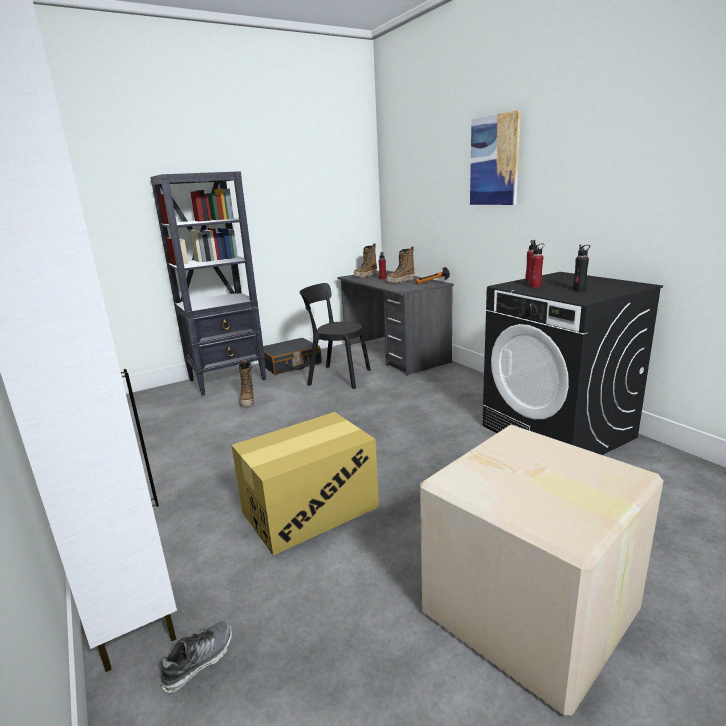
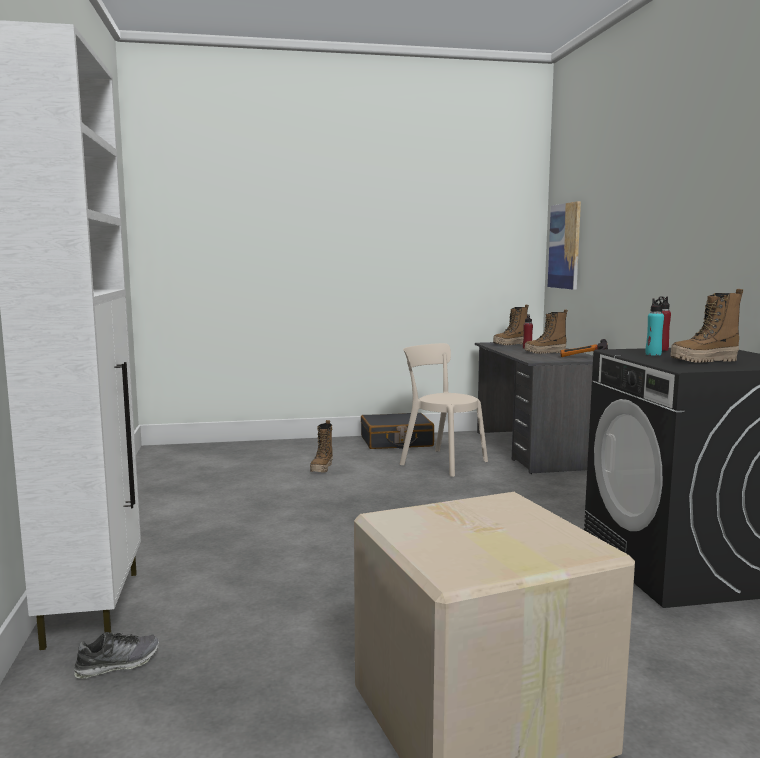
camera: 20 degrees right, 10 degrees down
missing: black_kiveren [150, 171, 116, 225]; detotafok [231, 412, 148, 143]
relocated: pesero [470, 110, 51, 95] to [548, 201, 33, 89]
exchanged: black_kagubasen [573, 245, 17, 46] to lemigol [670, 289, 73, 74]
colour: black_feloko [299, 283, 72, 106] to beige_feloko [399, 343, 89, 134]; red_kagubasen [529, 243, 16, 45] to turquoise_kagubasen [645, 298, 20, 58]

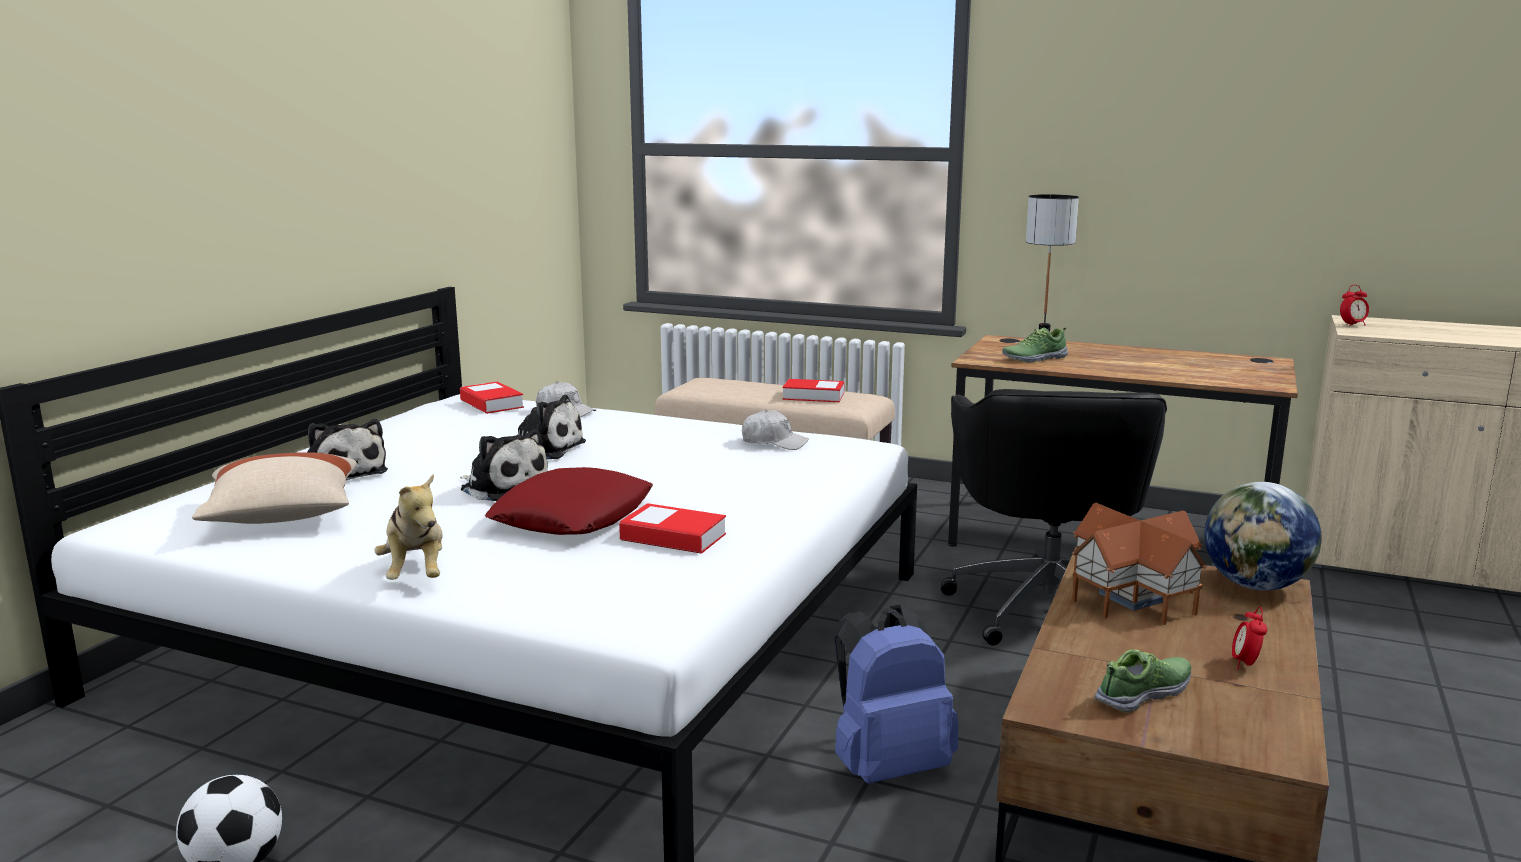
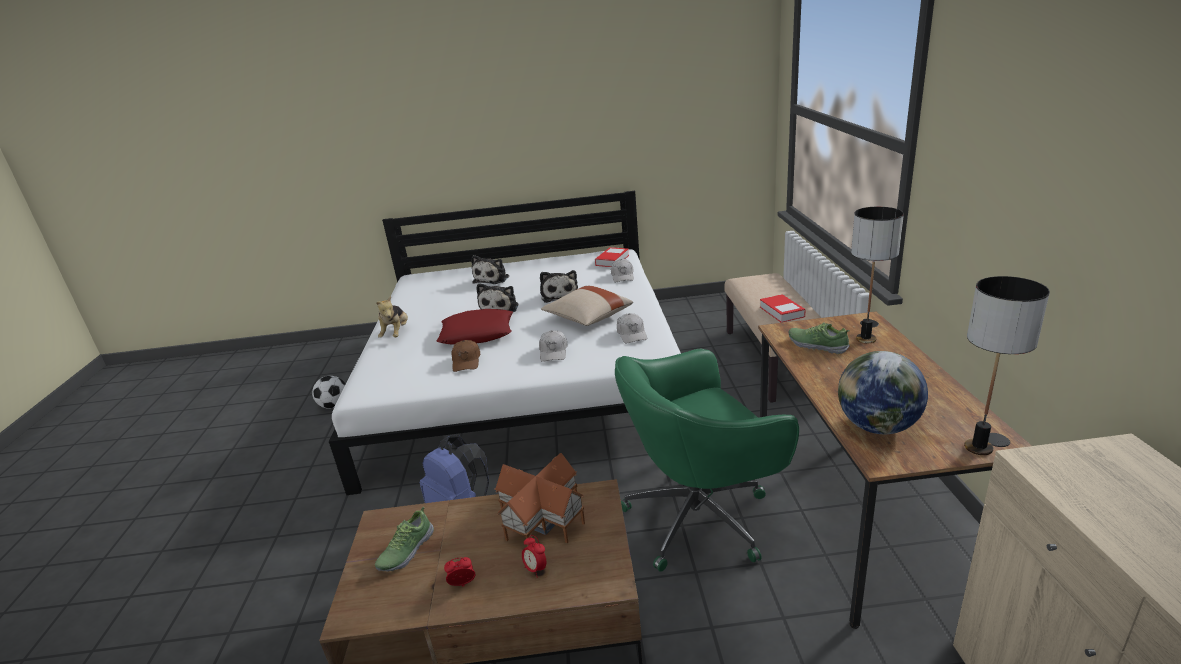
camera: 65 degrees right, 10 degrees up
appeared: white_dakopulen [539, 330, 28, 32]; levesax [964, 276, 86, 179]
relocated: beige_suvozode [192, 452, 165, 72] to [541, 286, 92, 40]; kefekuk [1204, 482, 117, 109] to [838, 351, 90, 83]; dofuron [1340, 285, 29, 41] to [522, 535, 24, 43]
exchanged: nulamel [619, 503, 107, 51] to brown_dakopulen [451, 340, 29, 32]
colour: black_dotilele [941, 389, 226, 256] to green_dotilele [615, 349, 184, 223]
spun: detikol [374, 473, 69, 107] = [376, 296, 32, 42] 45 degrees counterclockwise; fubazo [1095, 649, 96, 64] = [375, 507, 59, 65] 90 degrees clockwise

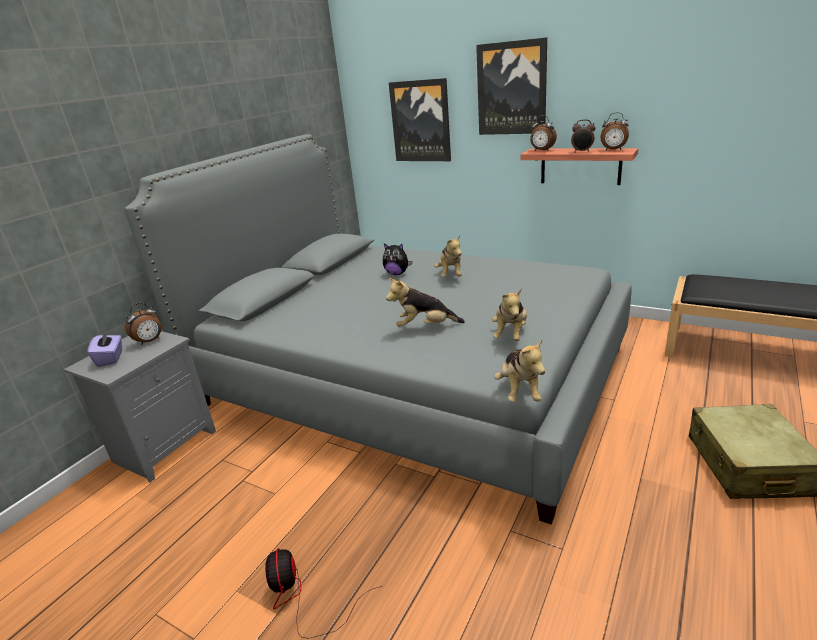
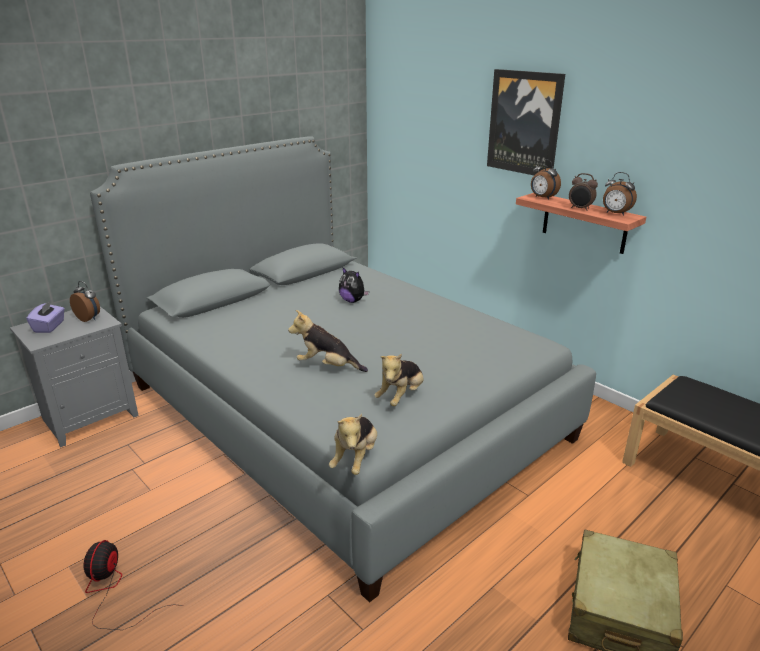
camera: 15 degrees right, 0 degrees up
missing: pesero [389, 78, 62, 83]; detikol [434, 235, 28, 42]
spun: dofuron [125, 303, 36, 42] = [70, 281, 30, 41] 120 degrees counterclockwise

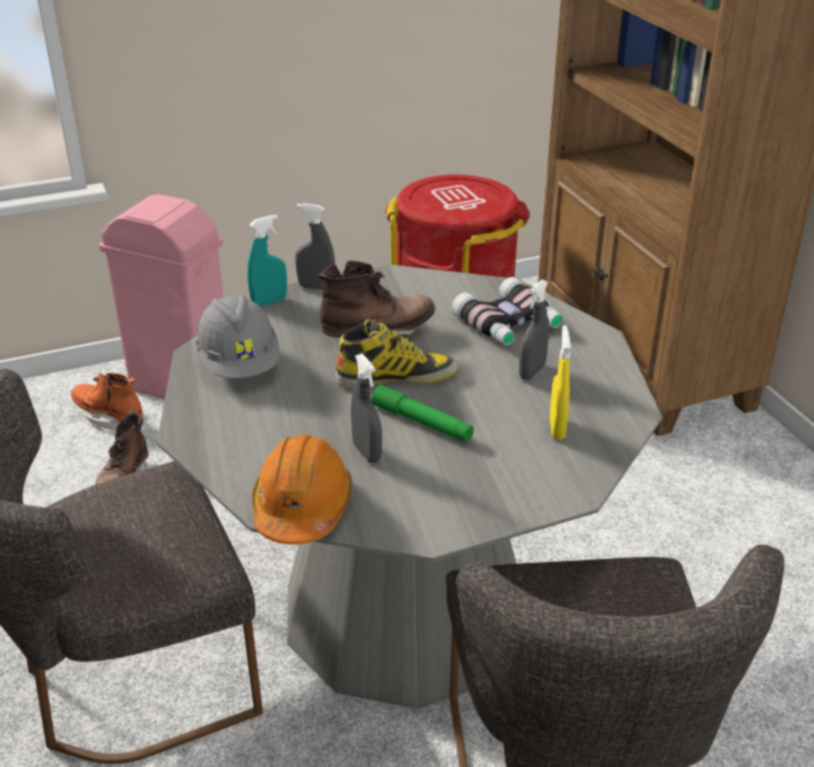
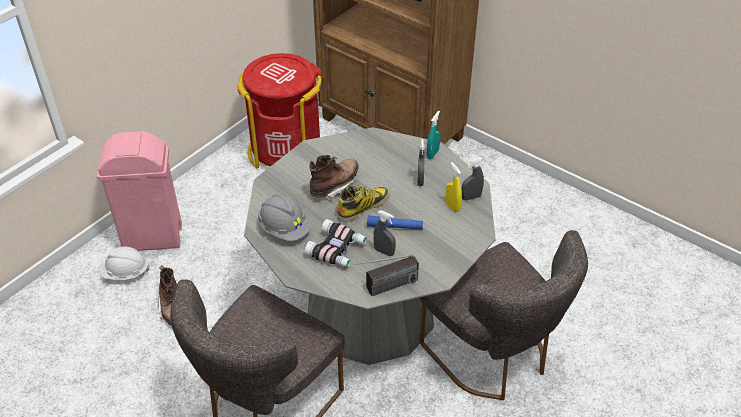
camera: 30 degrees left, 10 degrees up
relocated: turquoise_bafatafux [247, 215, 40, 92] to [427, 111, 13, 48]; grey_bafatafux [295, 203, 40, 87] to [461, 157, 23, 44]; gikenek [451, 277, 112, 69] to [304, 219, 63, 49]
exchanged: orange_lemigol [71, 373, 72, 57] to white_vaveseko [100, 246, 50, 34]; orange_vaveseko [252, 434, 100, 111] to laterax [340, 255, 79, 41]
colour: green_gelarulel [371, 385, 103, 57] to blue_gelarulel [367, 216, 56, 13]

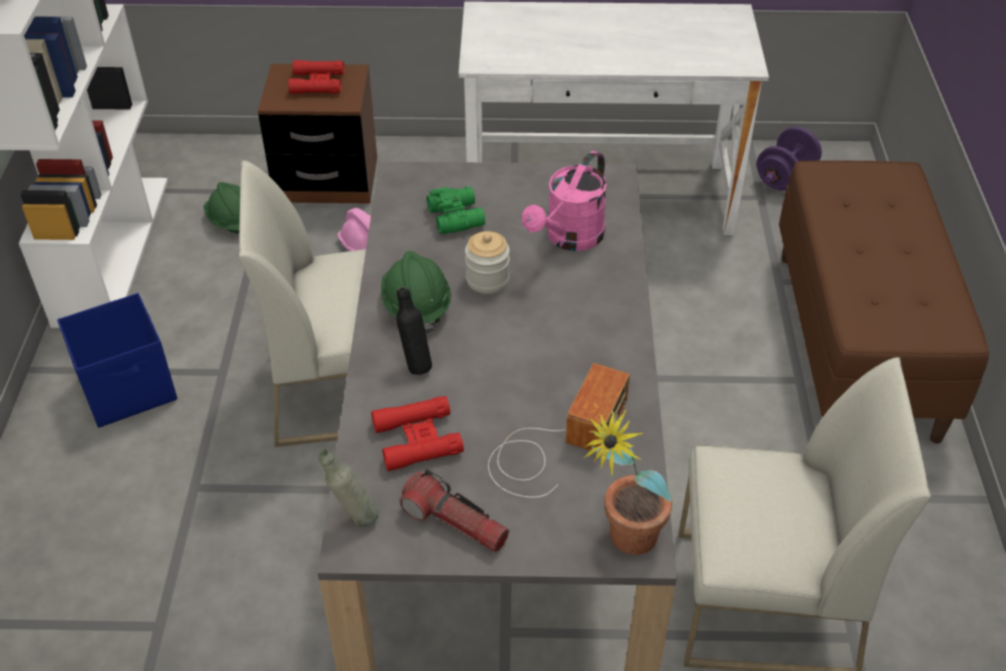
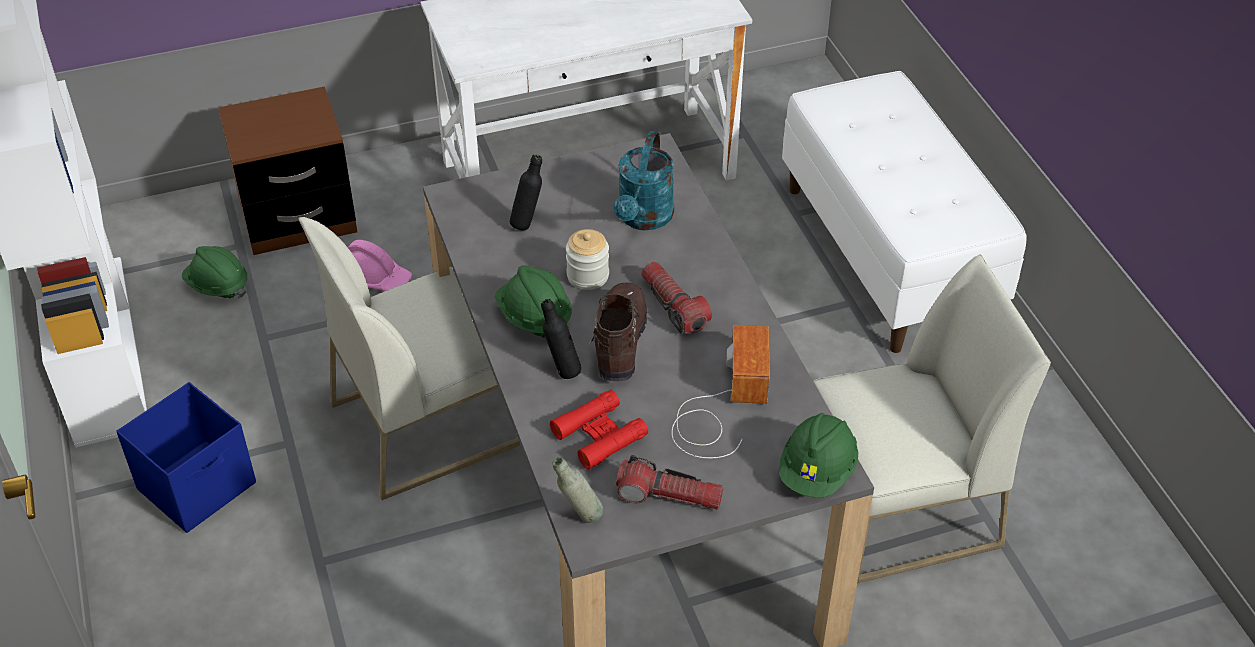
camera: 20 degrees left, 0 degrees up
missing: red_gikenek [288, 60, 56, 34]; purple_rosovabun [756, 127, 66, 64]
appeared: brown_lemigol [589, 282, 58, 99]; gelarulel [641, 262, 71, 72]
exchanged: green_gikenek [427, 187, 58, 47] to black_kagubasen [510, 154, 32, 76]; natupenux [584, 409, 88, 146] to green_vaveseko [779, 413, 79, 85]
colour: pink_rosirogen [522, 151, 85, 100] to turquoise_rosirogen [614, 131, 60, 99]; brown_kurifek [779, 160, 210, 284] to white_kurifek [782, 71, 245, 282]

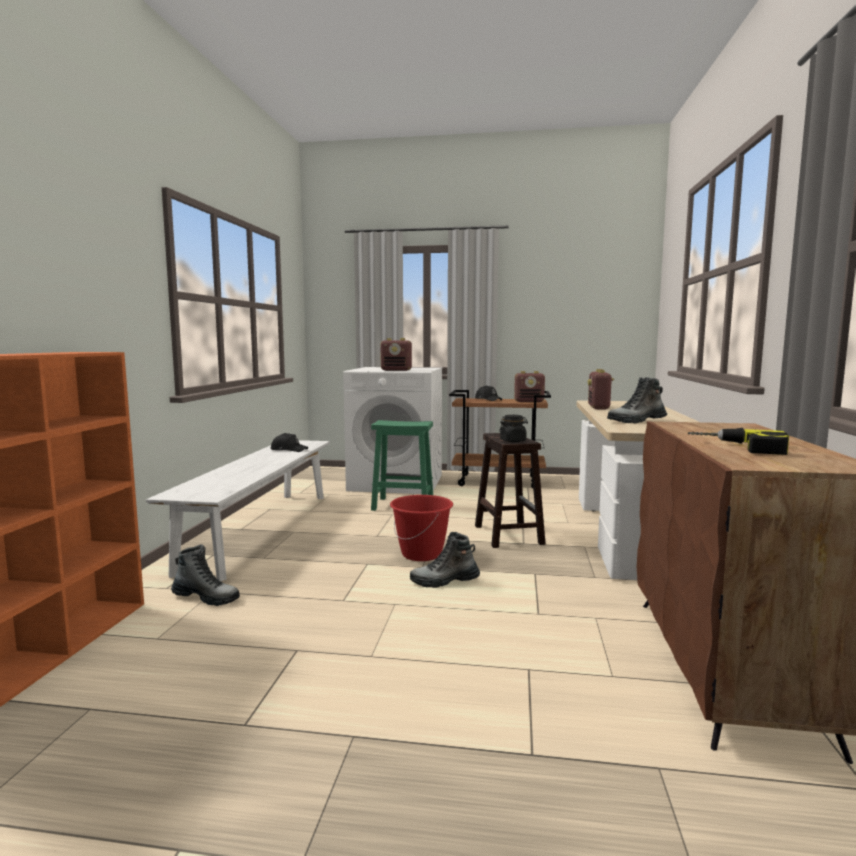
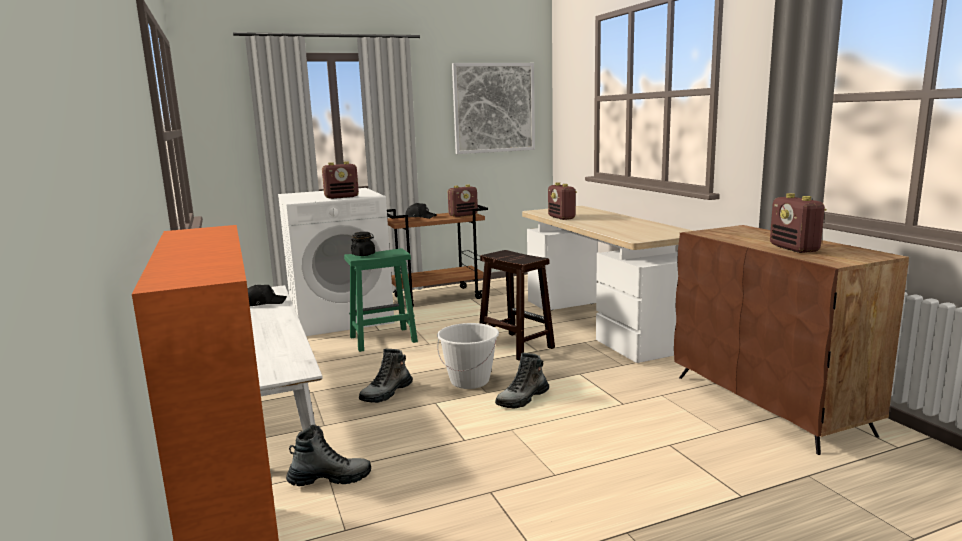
camera: 30 degrees left, 5 degrees up
appeared: pesero [452, 63, 83, 91]
relocated: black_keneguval [499, 415, 29, 27] to [351, 232, 24, 24]; lemigol [607, 377, 60, 47] to [359, 349, 54, 54]
exchanged: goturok [688, 428, 101, 27] to laterax [770, 193, 57, 60]
colour: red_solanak [390, 495, 63, 66] to white_solanak [437, 323, 62, 66]

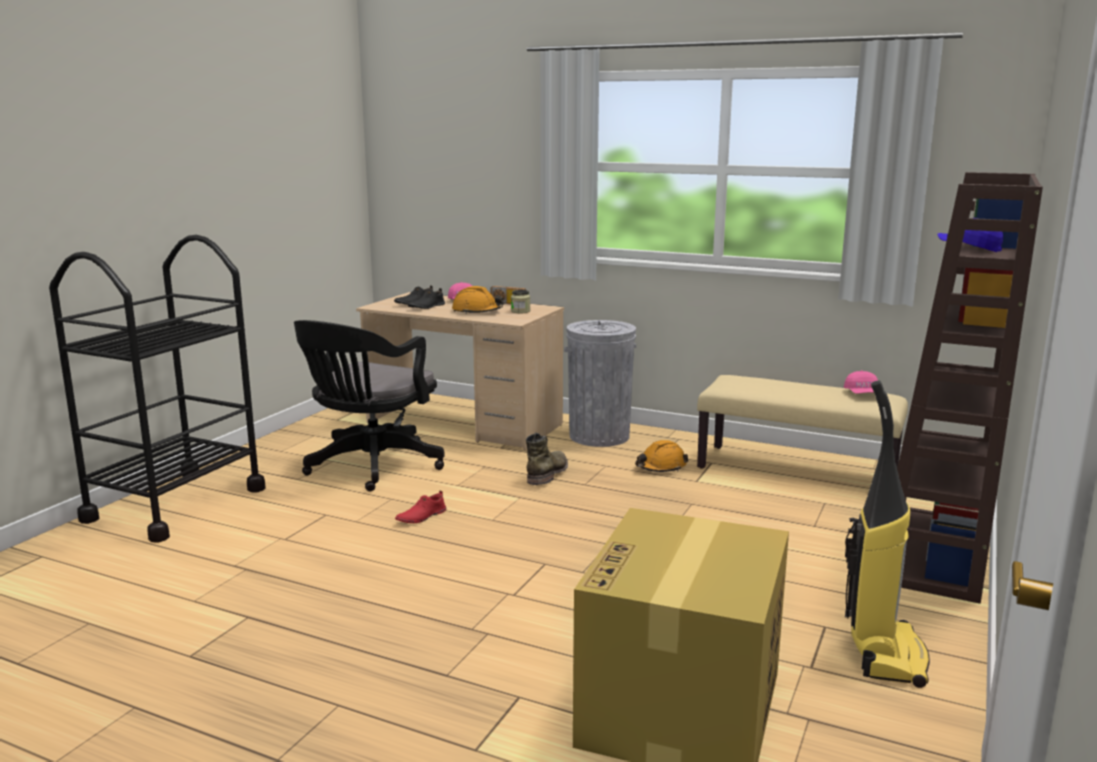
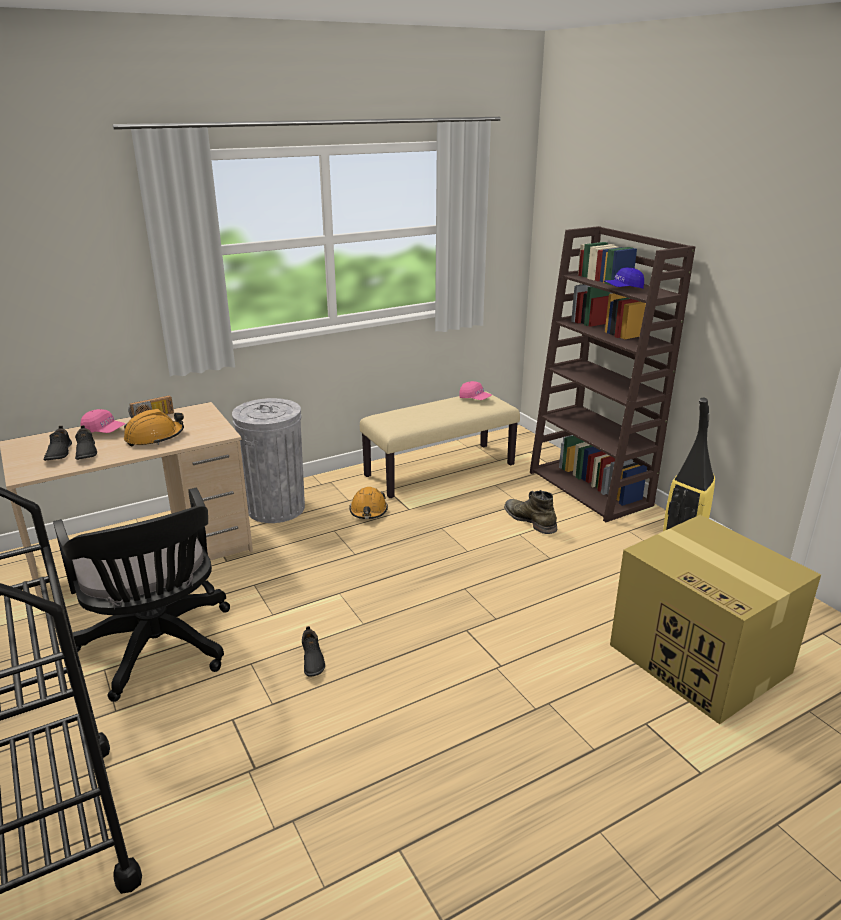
camera: 55 degrees left, 10 degrees up
missing: keneguval [511, 290, 19, 23]
relocated: green_lemigol [526, 433, 42, 52] to [504, 490, 53, 44]
colour: red_fubazo [395, 490, 51, 33] to black_fubazo [302, 626, 23, 51]

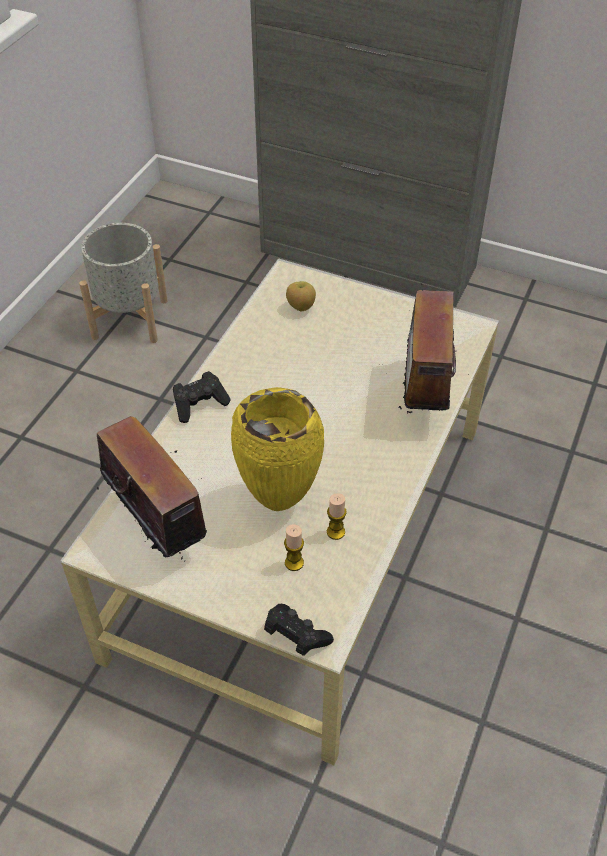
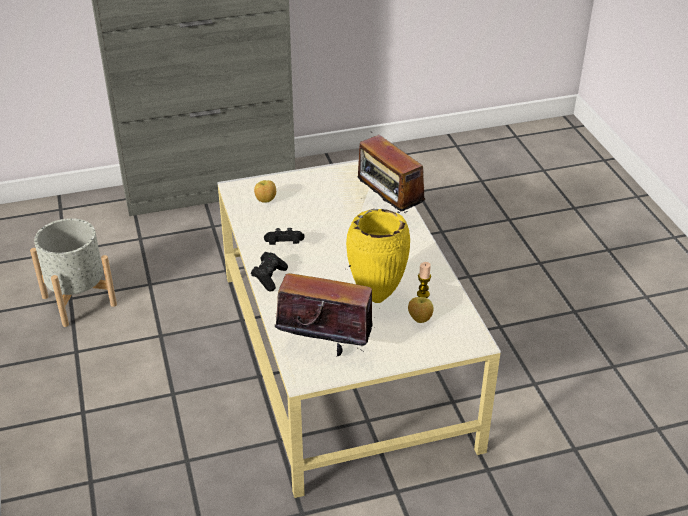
camera: 40 degrees left, 10 degrees down
relocated: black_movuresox [264, 604, 70, 52] to [264, 228, 41, 17]
exchanged: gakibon [284, 524, 20, 47] to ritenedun [408, 297, 26, 26]

